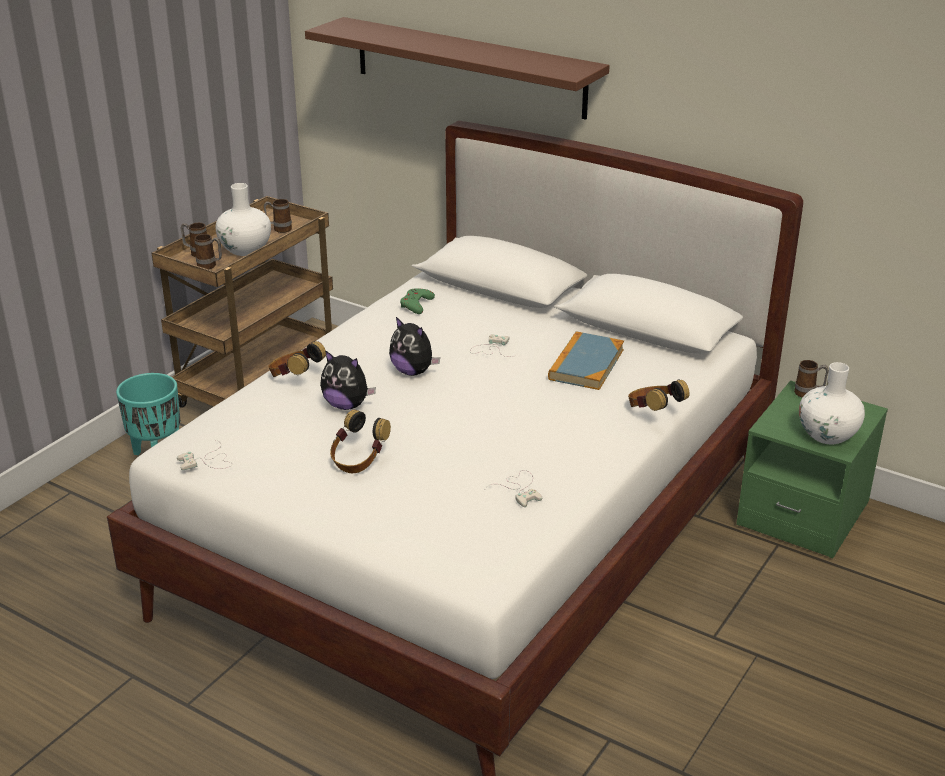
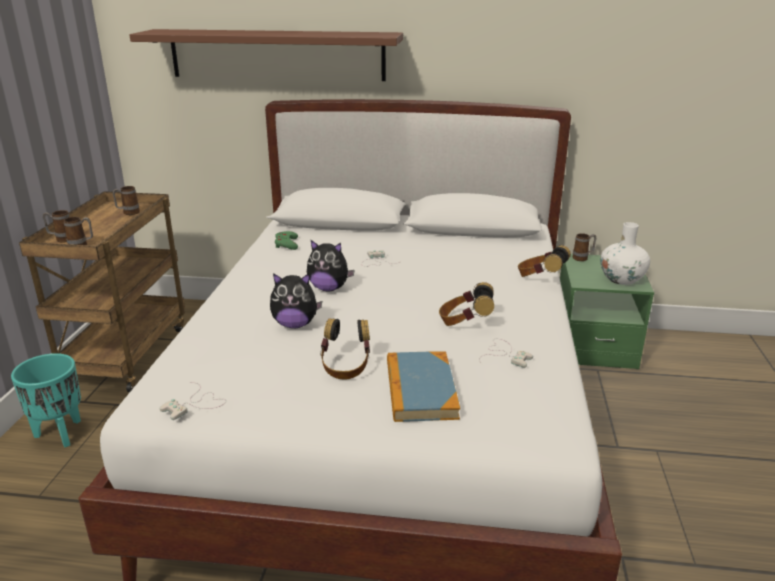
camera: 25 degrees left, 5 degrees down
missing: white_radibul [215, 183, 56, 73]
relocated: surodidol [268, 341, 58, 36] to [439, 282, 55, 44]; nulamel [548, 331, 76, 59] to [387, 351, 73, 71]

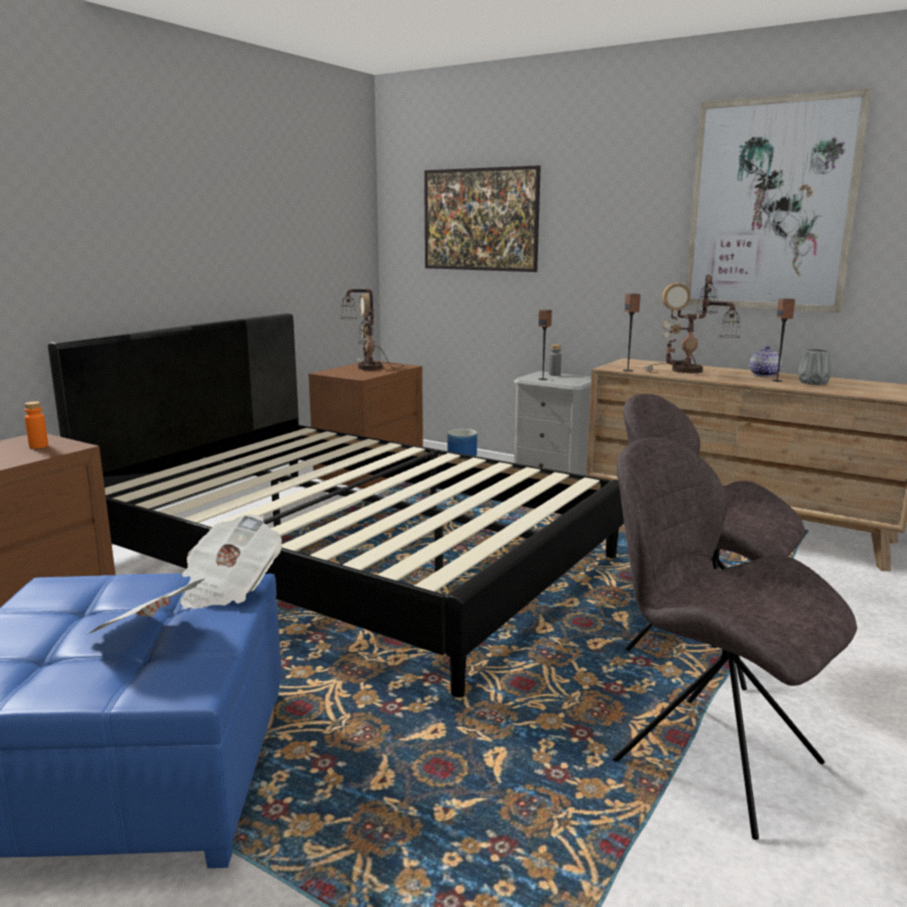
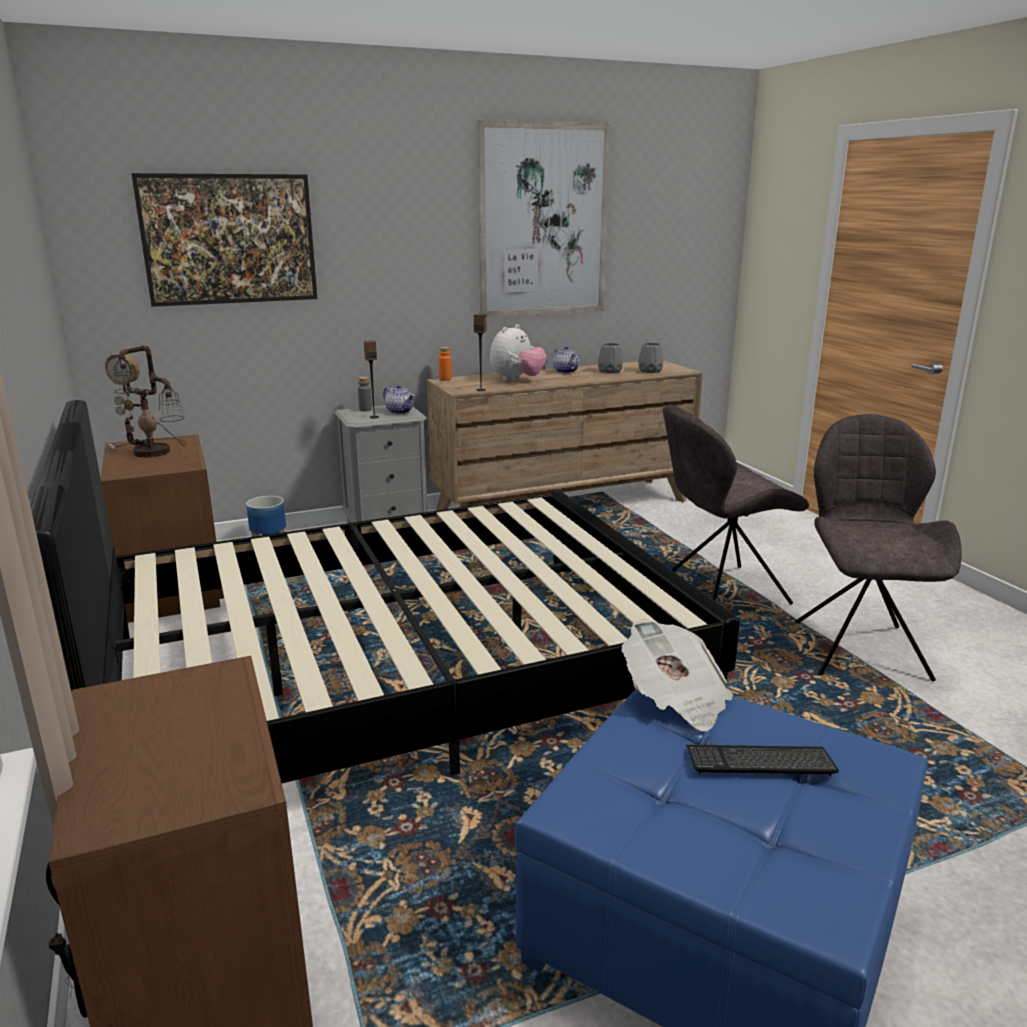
camera: 55 degrees left, 5 degrees up
missing: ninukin [772, 298, 23, 84]
appeared: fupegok [383, 385, 32, 29]; grey_radibul [638, 343, 26, 30]
relocated: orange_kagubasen [25, 401, 23, 47] to [439, 347, 13, 34]
exchanged: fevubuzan [86, 579, 119, 56] to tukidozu [686, 745, 153, 32]; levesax [644, 274, 96, 99] to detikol [490, 324, 57, 57]
spun: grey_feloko [613, 438, 244, 402] = [795, 414, 167, 267] 105 degrees clockwise

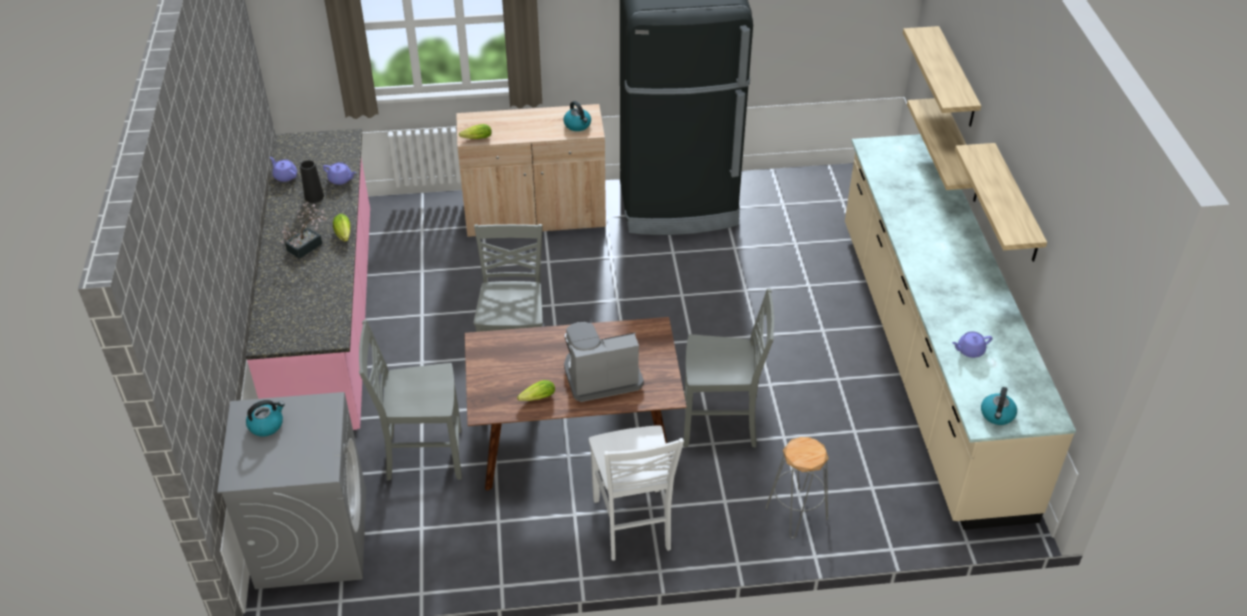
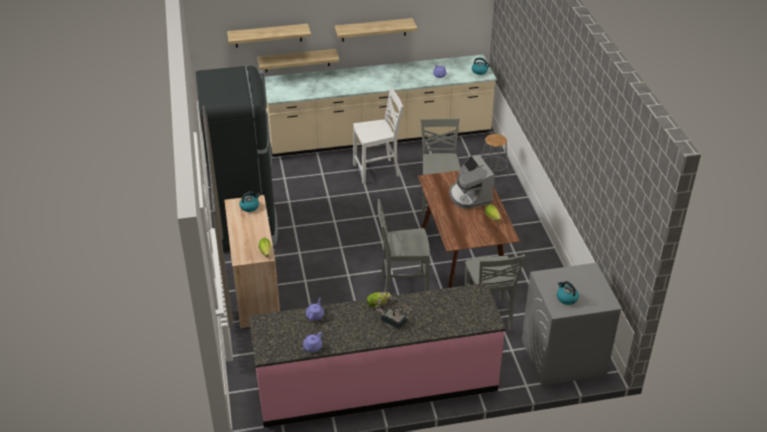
camera: 95 degrees left, 5 degrees down
missing: black_radibul [300, 160, 24, 43]
relocated: white_feloko [589, 425, 95, 136] to [353, 87, 51, 97]

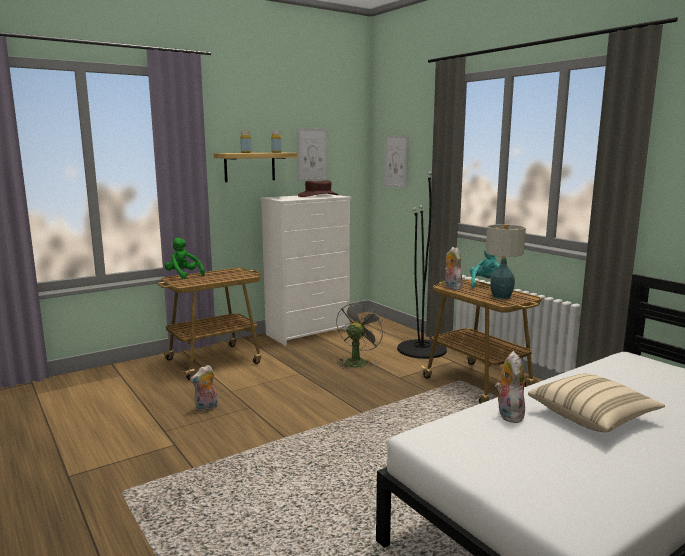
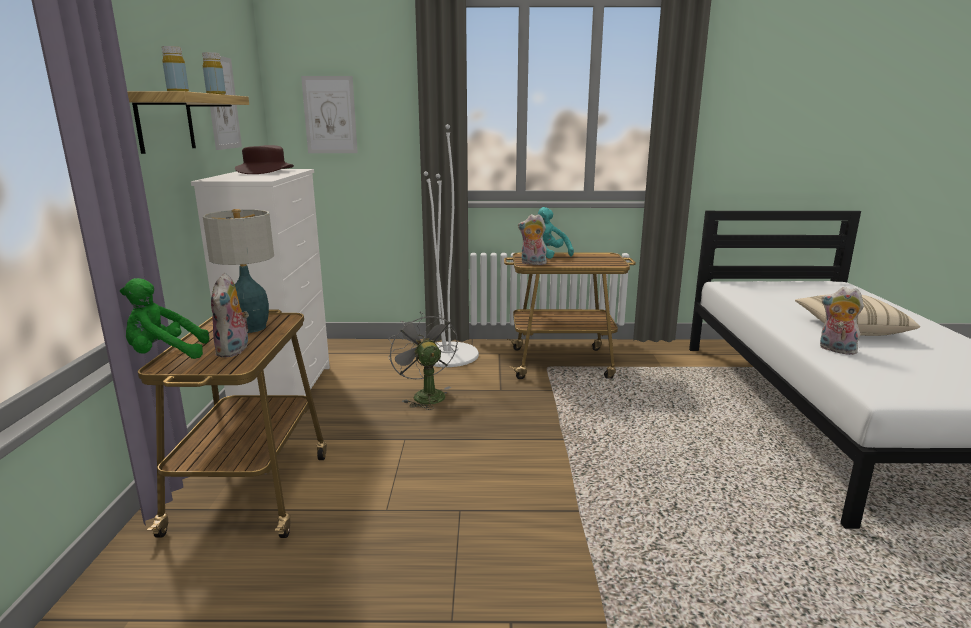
camera: 55 degrees left, 5 degrees up
relocated: detikol [190, 365, 28, 47] to [211, 273, 38, 85]; levesax [486, 224, 40, 75] to [203, 209, 71, 124]
colour: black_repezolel [397, 172, 50, 187] to white_repezolel [418, 124, 61, 243]

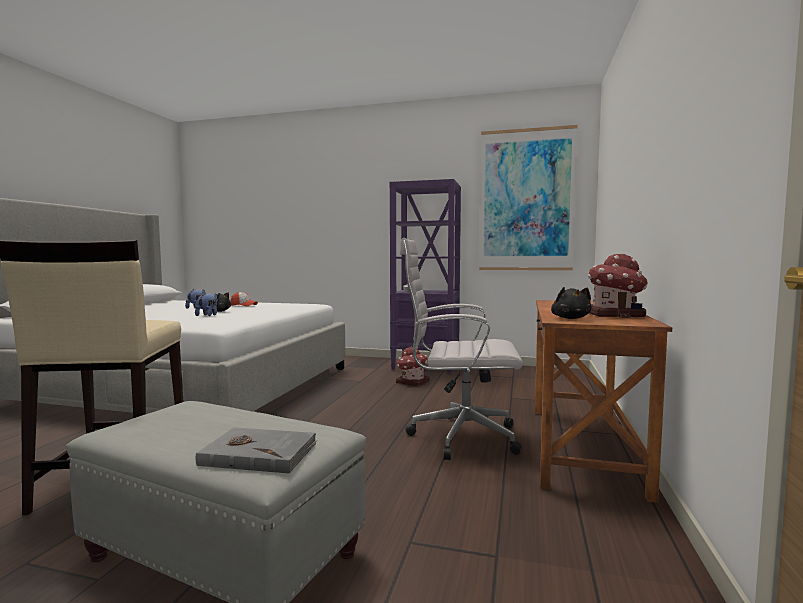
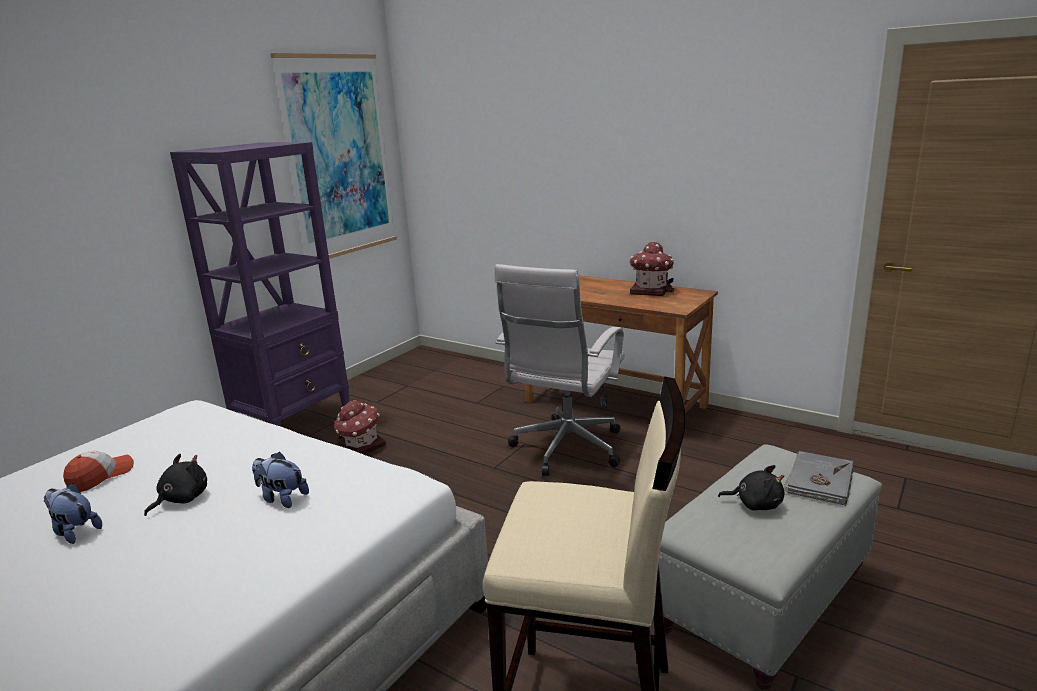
camera: 70 degrees left, 15 degrees up
relocated: black_detikol [551, 287, 40, 32] to [718, 465, 67, 46]

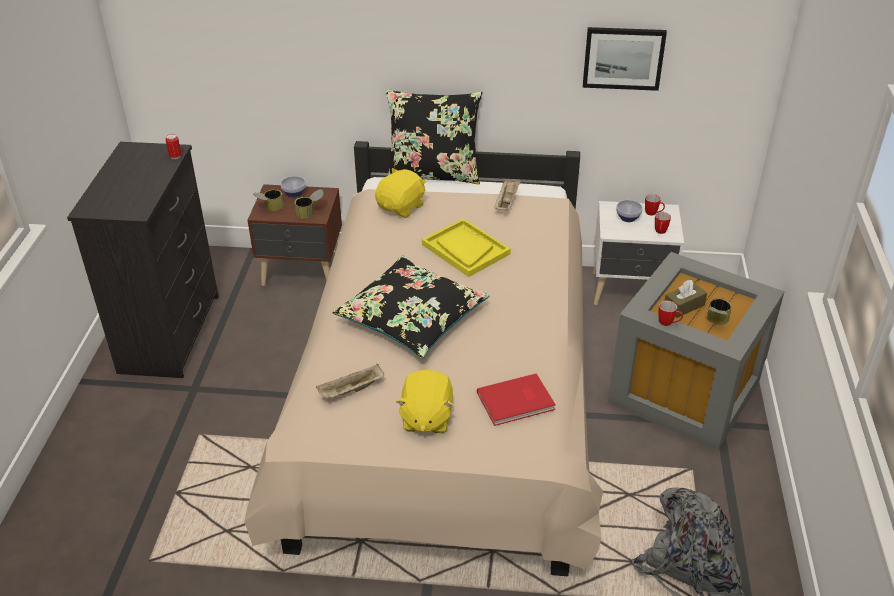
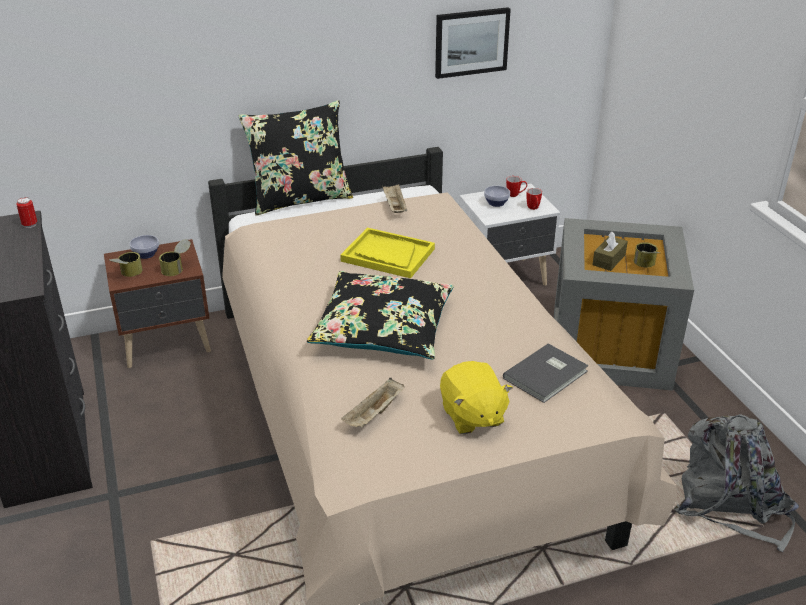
camera: 25 degrees left, 5 degrees down
missing: yellow_detikol [375, 168, 51, 50]; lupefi [658, 300, 25, 26]
colour: red_nulamel [477, 373, 79, 53] to grey_nulamel [503, 344, 86, 59]

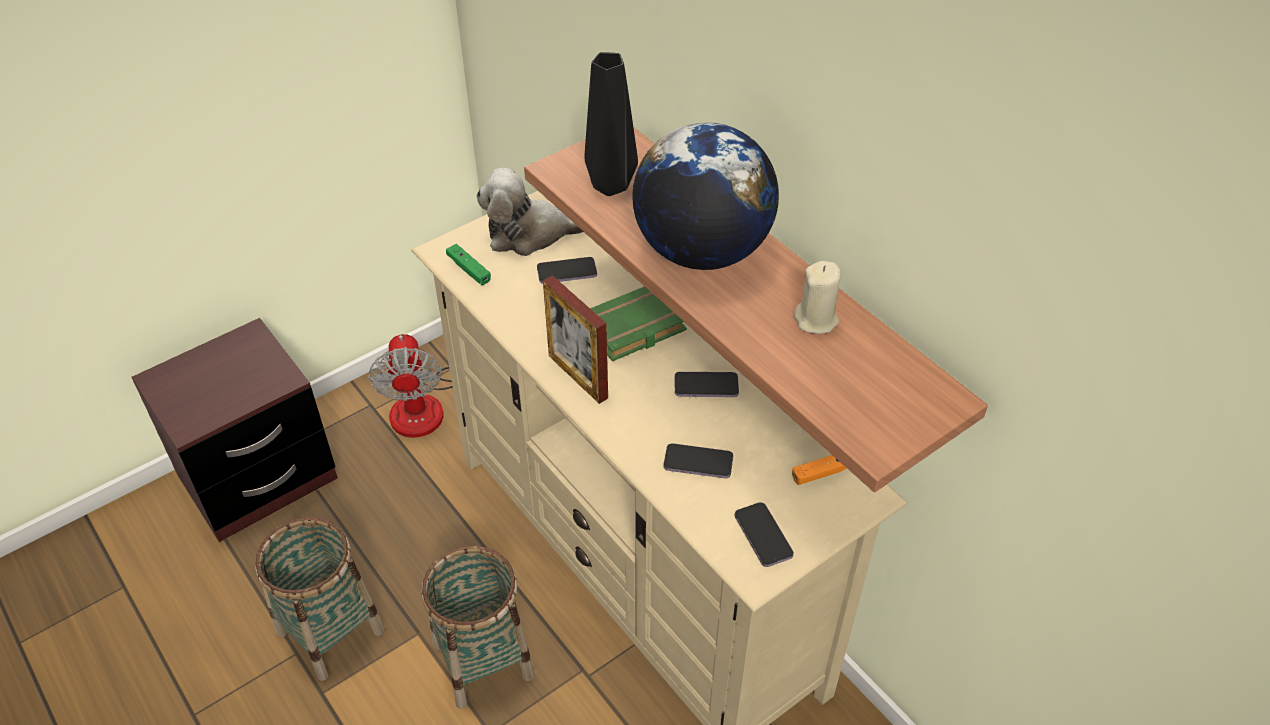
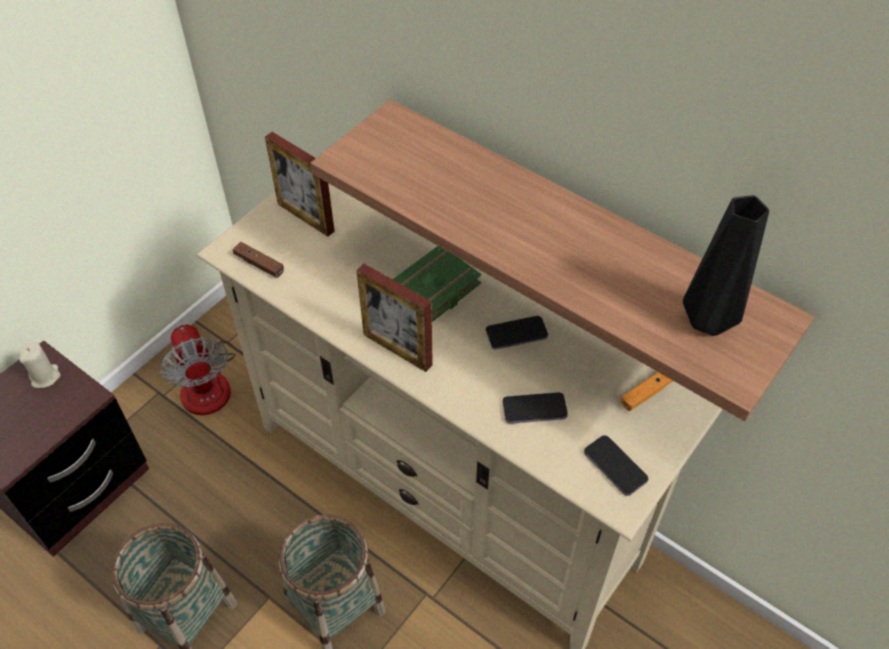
camera: 15 degrees left, 5 degrees up
missing: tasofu [537, 257, 60, 27]; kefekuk [632, 122, 147, 148]
relocated: black_radibul [584, 52, 54, 144] to [683, 195, 86, 141]; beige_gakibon [794, 261, 47, 73] to [18, 343, 43, 45]
exchanged: detikol [477, 168, 106, 88] to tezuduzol [265, 132, 70, 105]
colour: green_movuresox [446, 244, 45, 41] to brown_movuresox [233, 242, 51, 36]

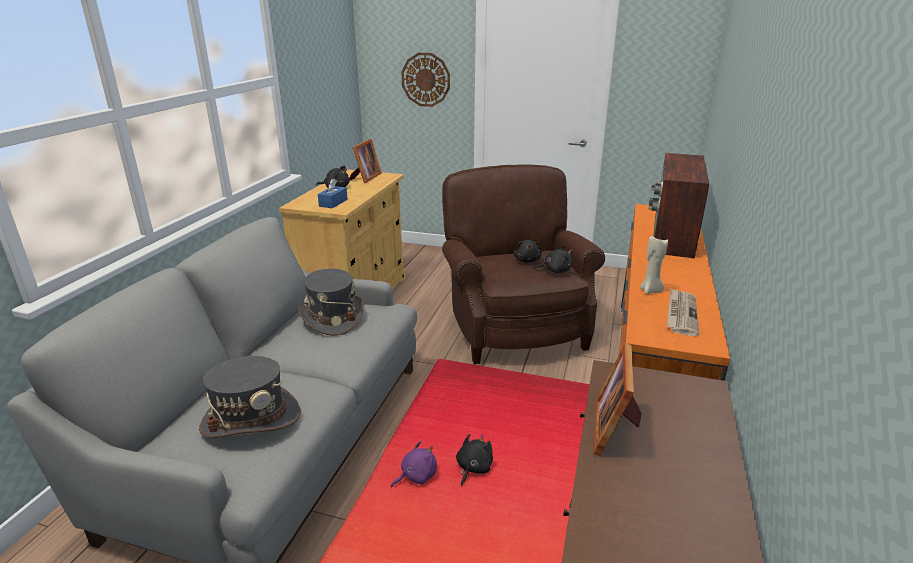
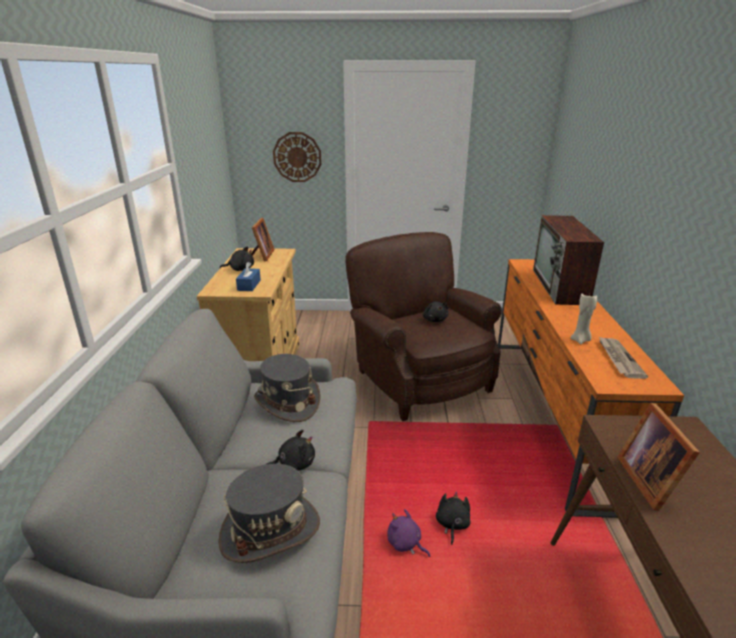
camera: 15 degrees left, 0 degrees up
relocated: black_detikol [533, 245, 40, 28] to [267, 430, 48, 41]
spun: purple_detikol [391, 441, 46, 46] = [387, 509, 43, 48] 90 degrees counterclockwise

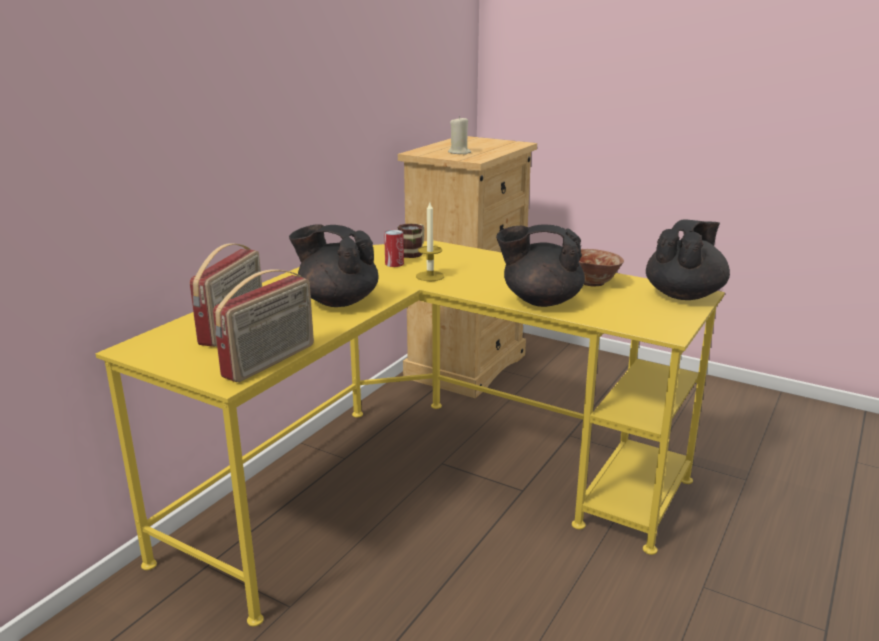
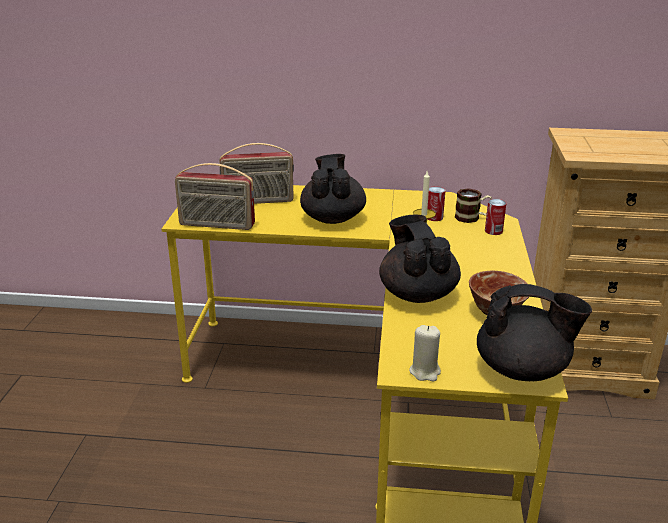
camera: 65 degrees right, 5 degrees up
appeared: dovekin [485, 199, 21, 36]
relocated: beige_gakibon [448, 116, 23, 38] to [409, 325, 32, 56]

